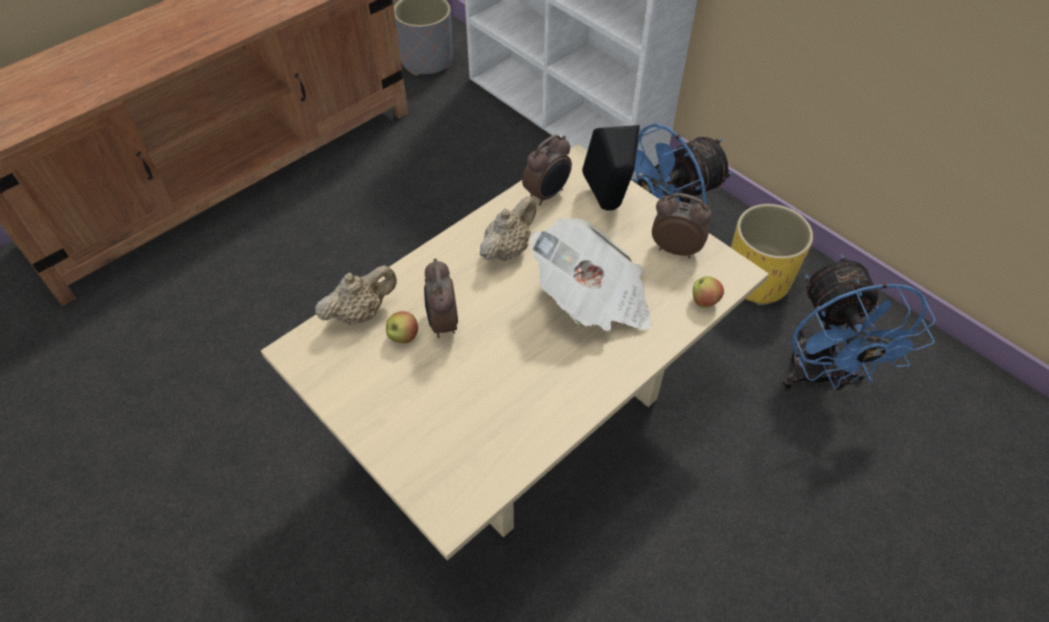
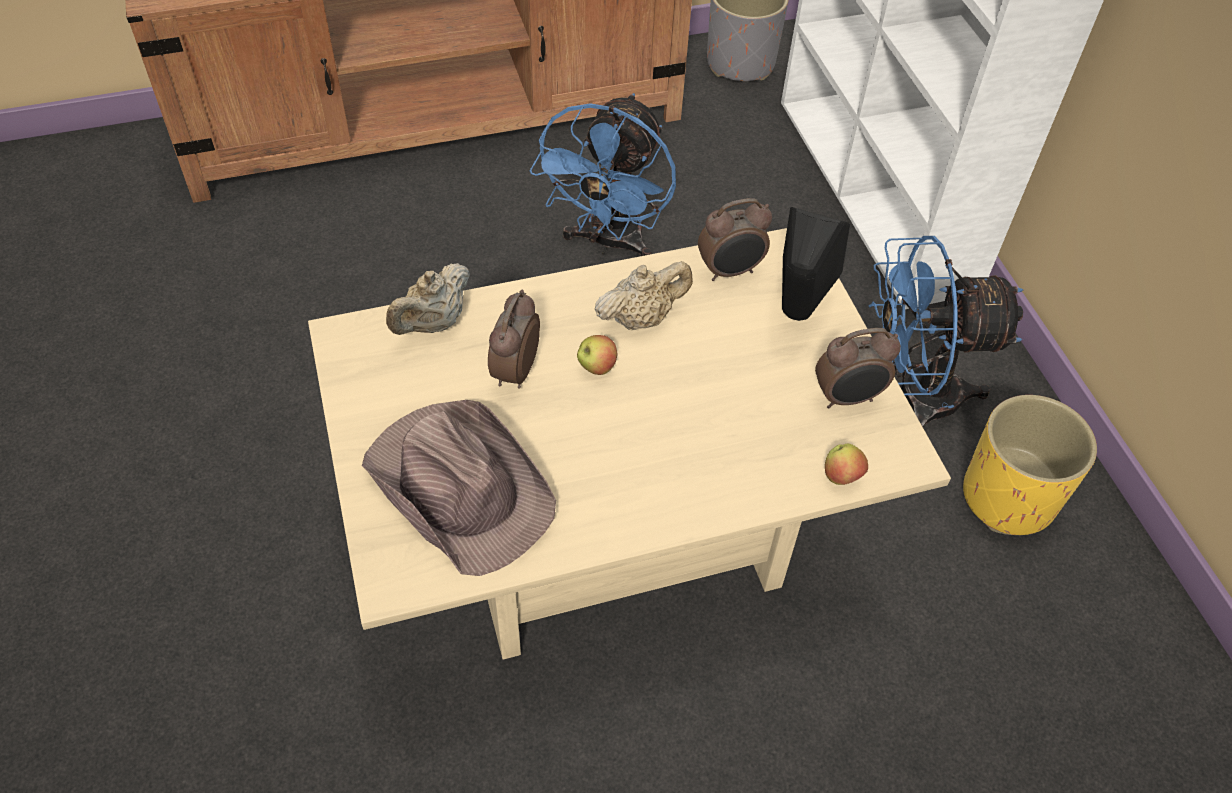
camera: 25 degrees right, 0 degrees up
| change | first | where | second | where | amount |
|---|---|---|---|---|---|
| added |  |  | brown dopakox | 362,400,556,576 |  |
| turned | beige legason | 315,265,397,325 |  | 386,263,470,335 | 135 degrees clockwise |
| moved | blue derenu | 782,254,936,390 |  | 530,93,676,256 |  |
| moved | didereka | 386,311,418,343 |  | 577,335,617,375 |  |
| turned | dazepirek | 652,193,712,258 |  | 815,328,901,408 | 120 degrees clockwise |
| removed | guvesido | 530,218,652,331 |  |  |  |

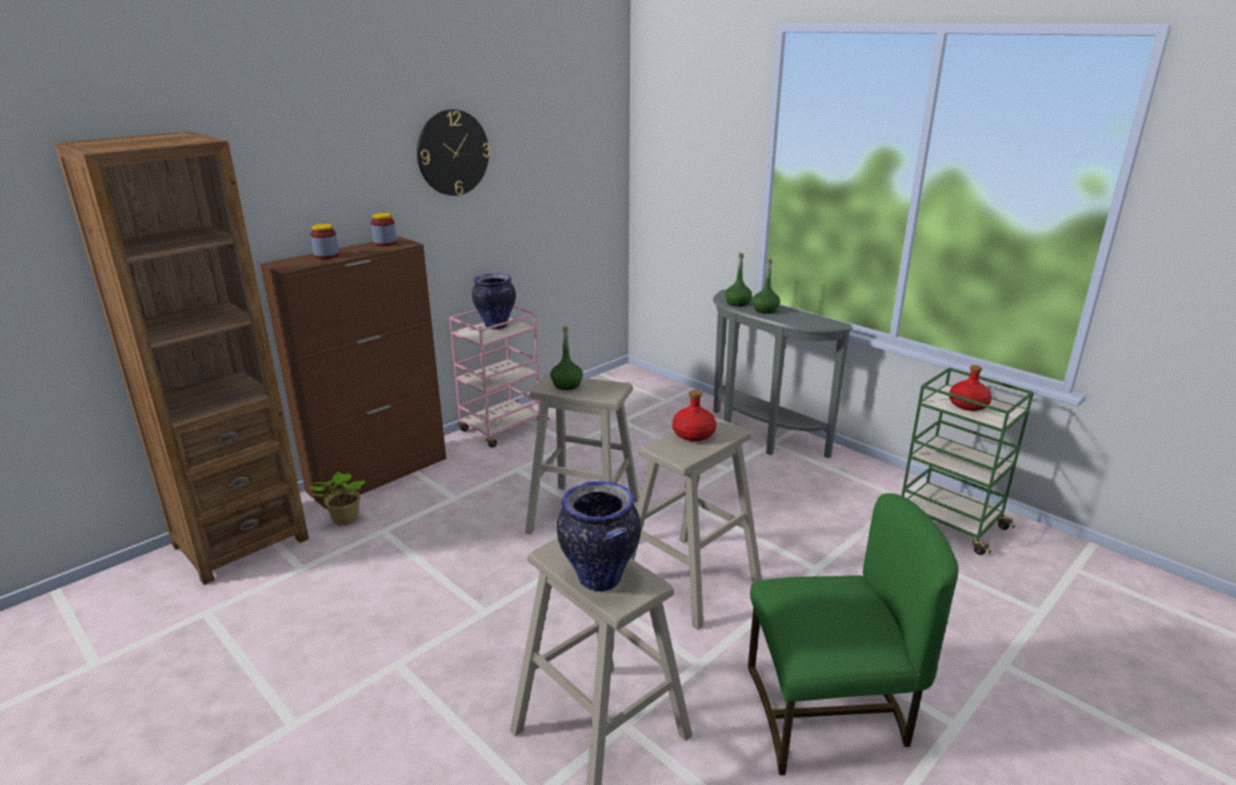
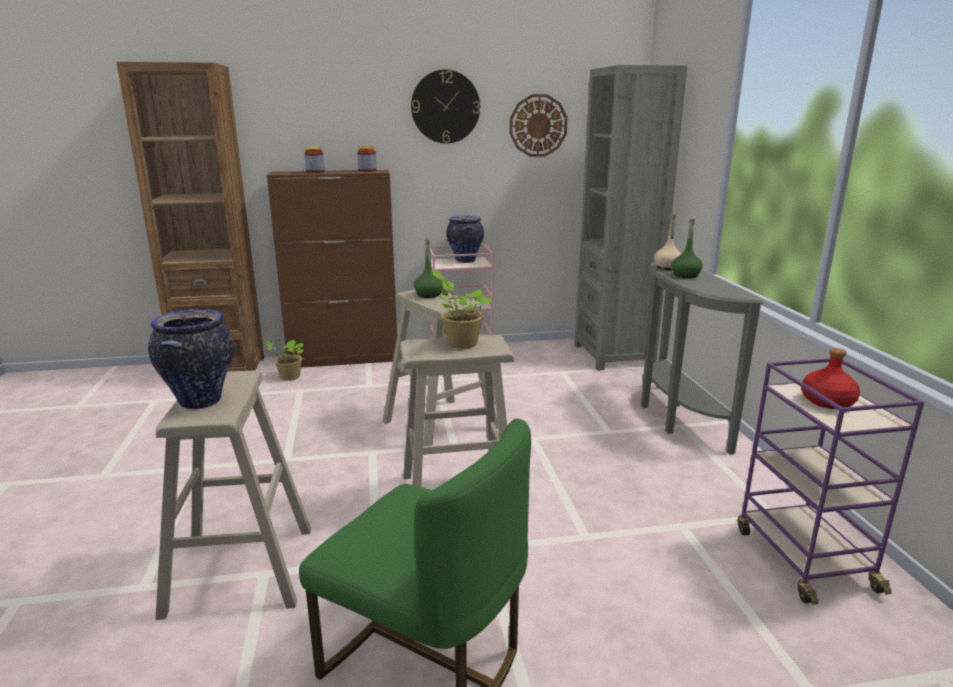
camera: 35 degrees right, 5 degrees down
| change | first | where | second | where | amount |
|---|---|---|---|---|---|
| replaced | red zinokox | 672,390,716,441 | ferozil | 431,270,494,349 |  |
| added |  |  | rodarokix | 510,94,568,157 |  |
| added |  |  | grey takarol | 575,65,687,370 |  |
| recoloured | green zinokox | 725,253,752,307 | beige zinokox | 654,213,682,270 |  |
| recoloured | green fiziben | 901,367,1034,555 | purple fiziben | 738,358,924,605 |  |

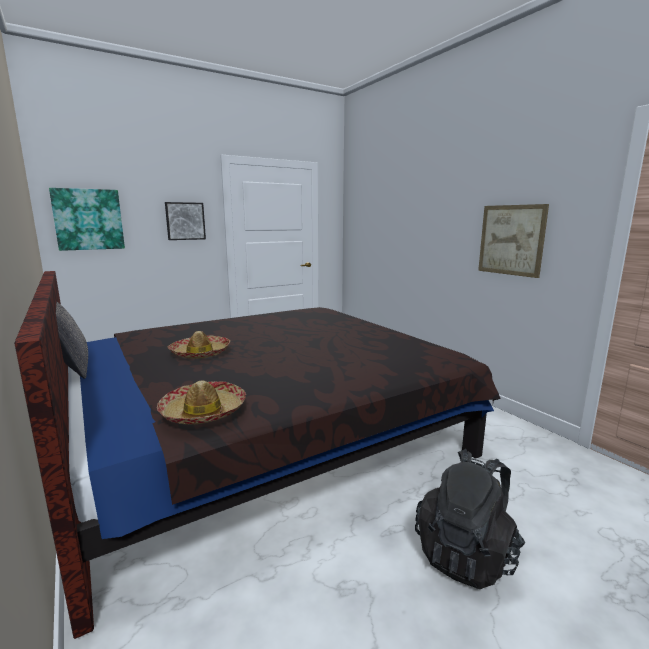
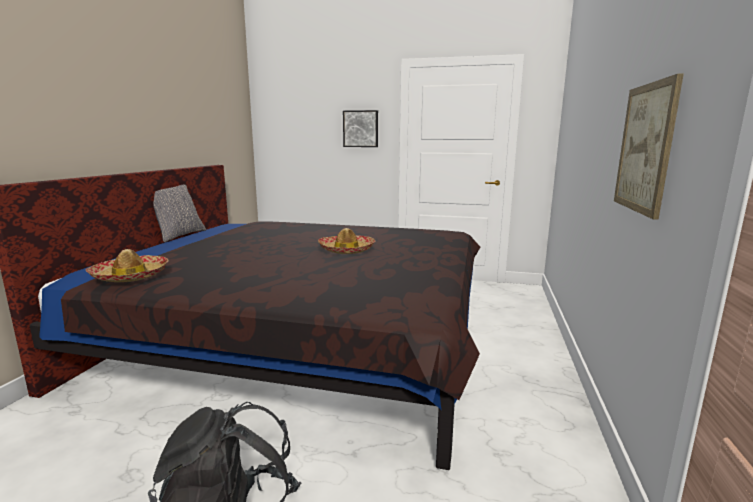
camera: 45 degrees right, 0 degrees up
| change | first | where | second | where | amount |
|---|---|---|---|---|---|
| moved | dopakox | 168,331,230,359 |  | 318,228,376,254 |  |
| removed | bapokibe | 49,188,125,251 |  |  |  |

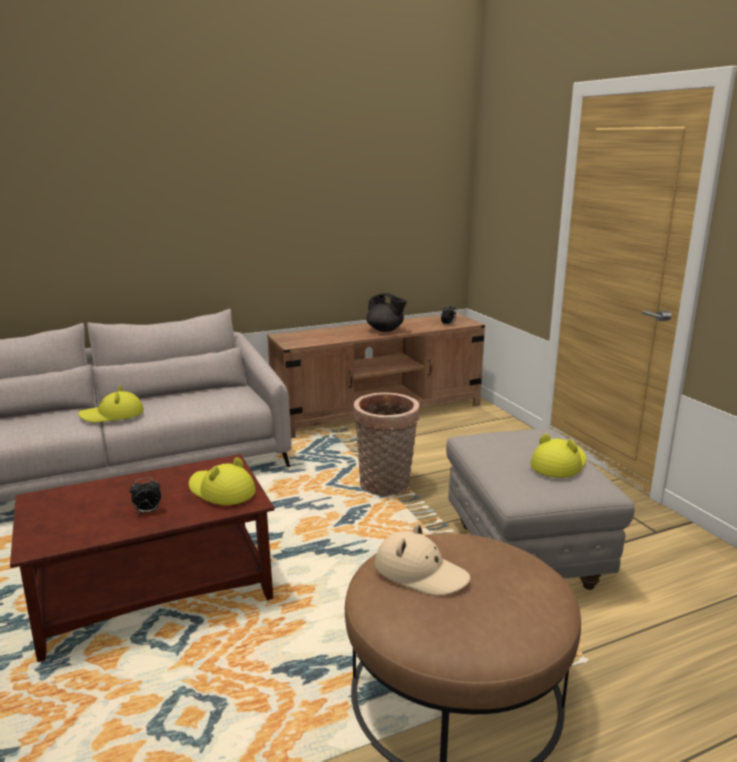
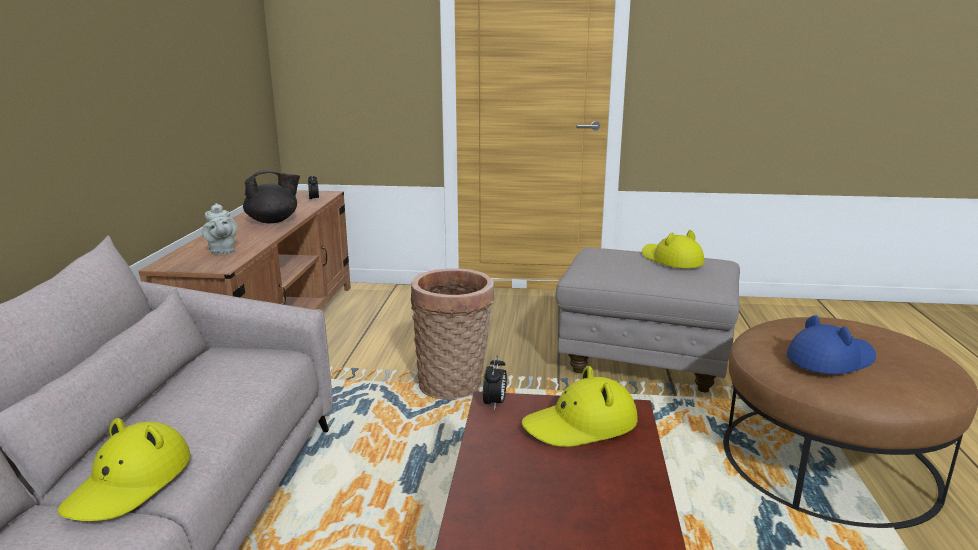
camera: 60 degrees left, 0 degrees up
| change | first | where | second | where | amount |
|---|---|---|---|---|---|
| added |  |  | grey legason | 202,203,237,254 |  |
| moved | dazepirek | 130,478,161,514 |  | 483,356,507,410 |  |
| recoloured | beige dopakox | 375,523,471,596 | blue dopakox | 787,315,876,374 |  |

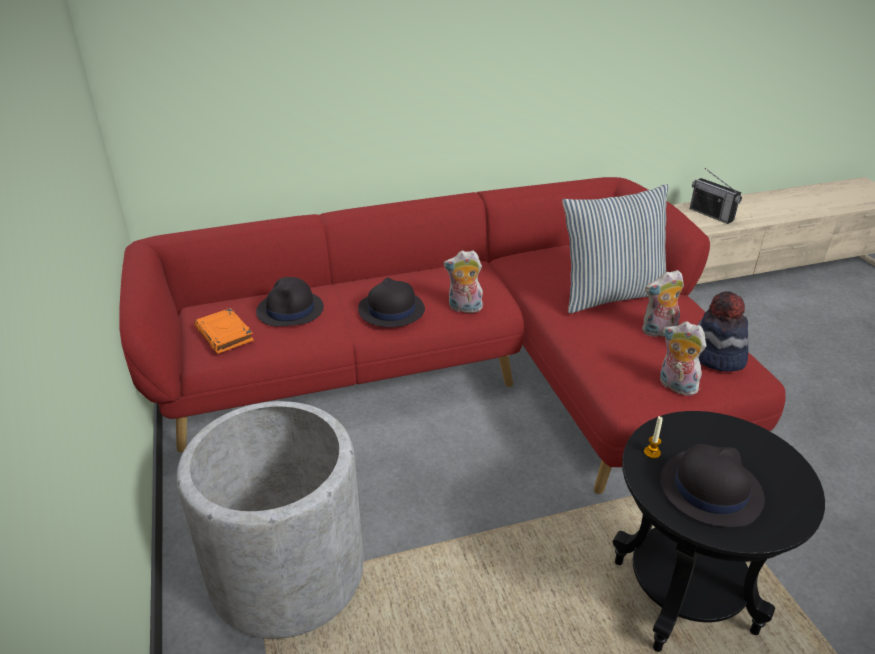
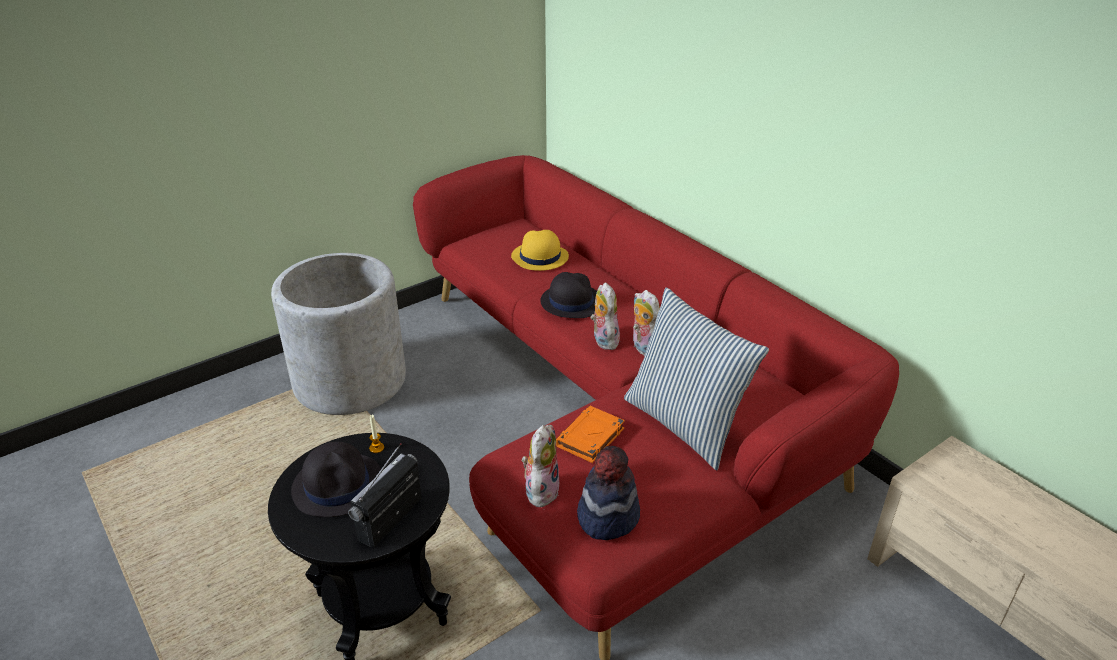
camera: 70 degrees right, 0 degrees up
| change | first | where | second | where | amount |
|---|---|---|---|---|---|
| moved | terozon | 690,168,742,224 |  | 348,443,422,547 |  |
| recoloured | black dopakox | 256,277,324,326 | yellow dopakox | 511,230,569,271 |  |
| moved | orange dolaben | 194,308,254,354 |  | 556,406,625,463 |  |
| moved | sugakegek | 642,270,684,337 |  | 633,290,660,356 |  |

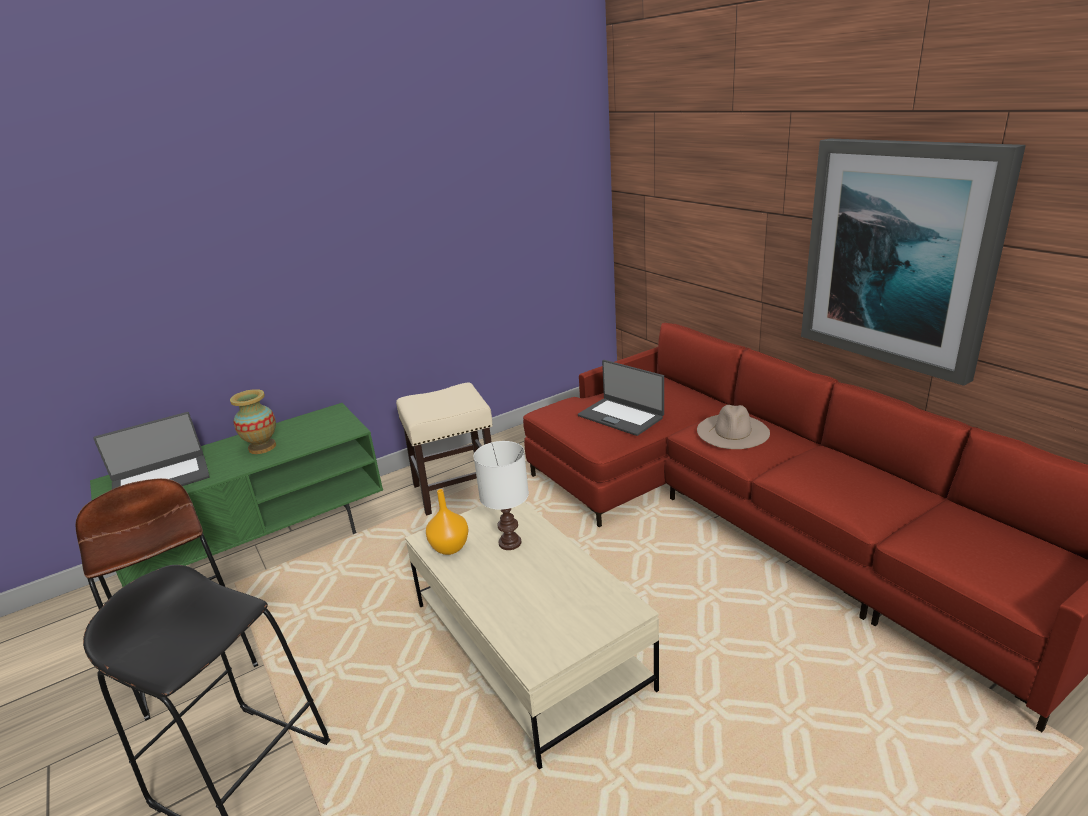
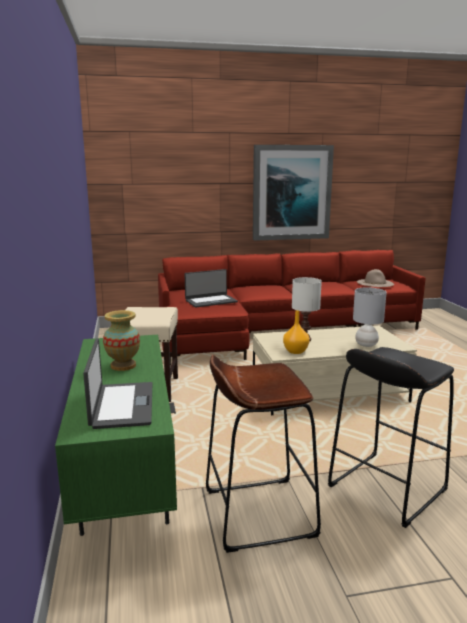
camera: 70 degrees left, 10 degrees down
| change | first | where | second | where | amount |
|---|---|---|---|---|---|
| added |  |  | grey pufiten | 353,287,387,347 |  |
| moved | beige dopakox | 697,405,770,449 |  | 357,269,394,287 |  |

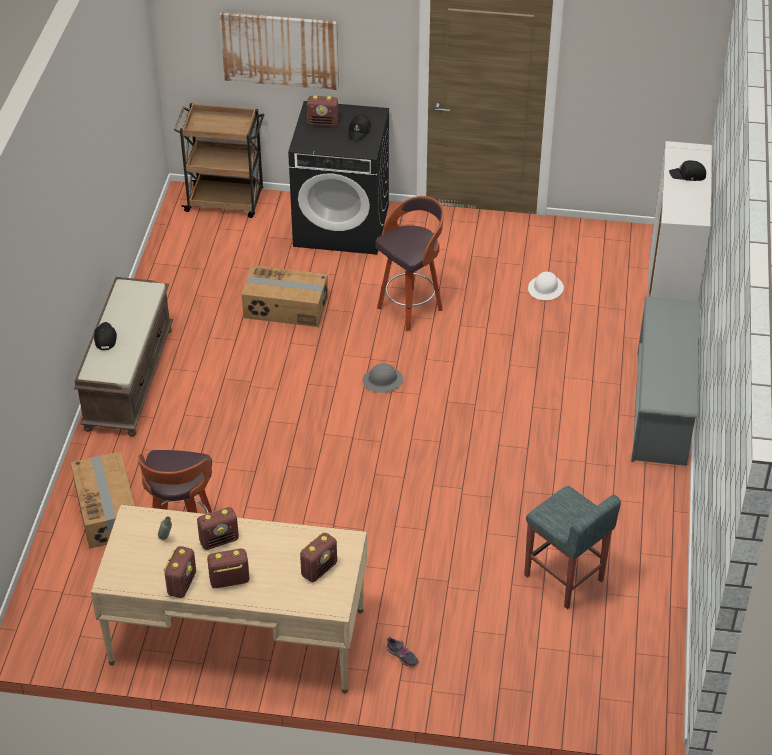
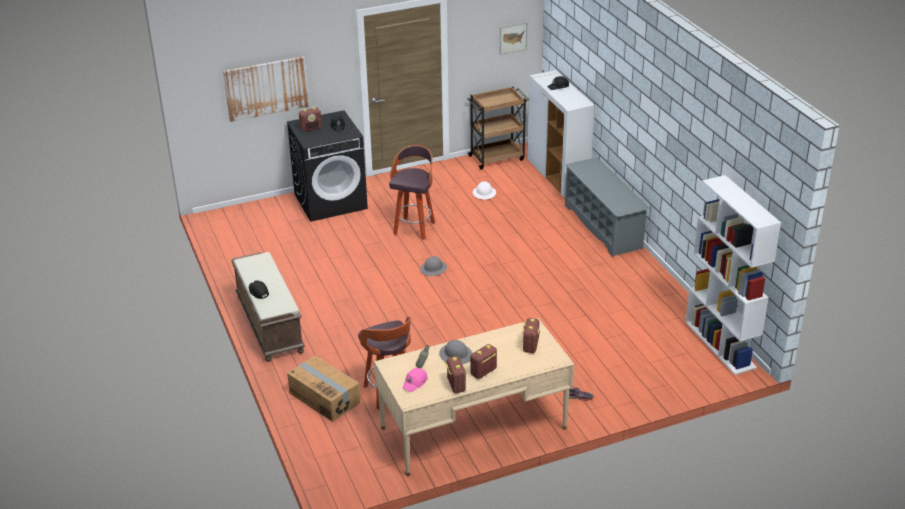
camera: 30 degrees left, 10 degrees down
| change | first | where | second | where | amount |
|---|---|---|---|---|---|
| added |  |  | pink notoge | 403,368,428,392 |  |
| replaced | terozon | 197,507,239,550 | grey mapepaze | 439,340,472,364 |  |
| moved | brown fiziben | 174,103,265,218 |  | 467,87,529,170 |  |
| added |  |  | bapokibe | 500,22,527,55 |  |
| added |  |  | white takarol | 685,175,781,375 |  |
| removed | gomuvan | 241,265,328,327 |  |  |  |
| removed | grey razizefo | 524,486,621,609 |  |  |  |

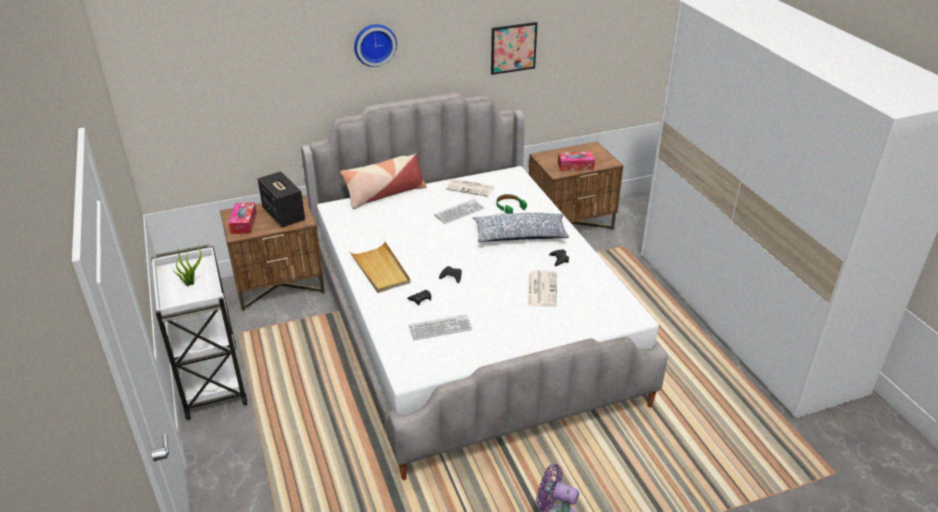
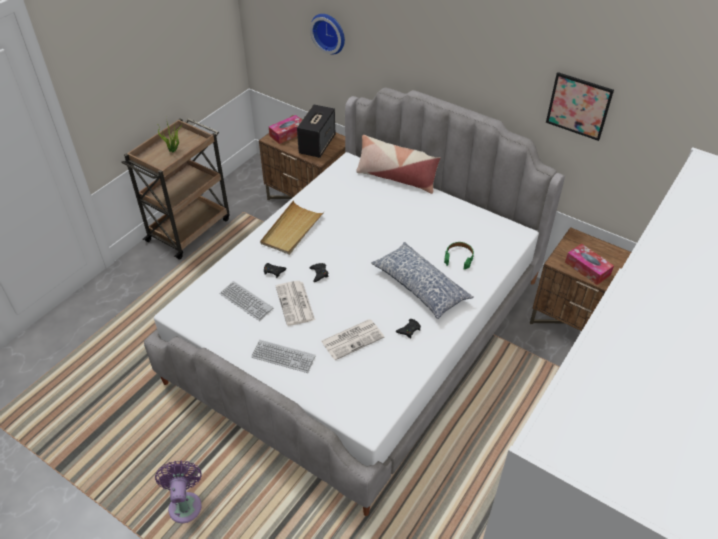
camera: 55 degrees right, 10 degrees up
| change | first | where | second | where | amount |
|---|---|---|---|---|---|
| recoloured | white fiziben | 151,244,248,420 | brown fiziben | 122,118,230,259 |  |
| moved | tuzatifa | 434,199,484,224 |  | 251,340,316,373 |  |
| moved | guvesido | 445,179,495,197 |  | 276,281,315,326 |  |
| moved | rodarokix | 354,24,397,67 |  | 310,14,345,54 |  |

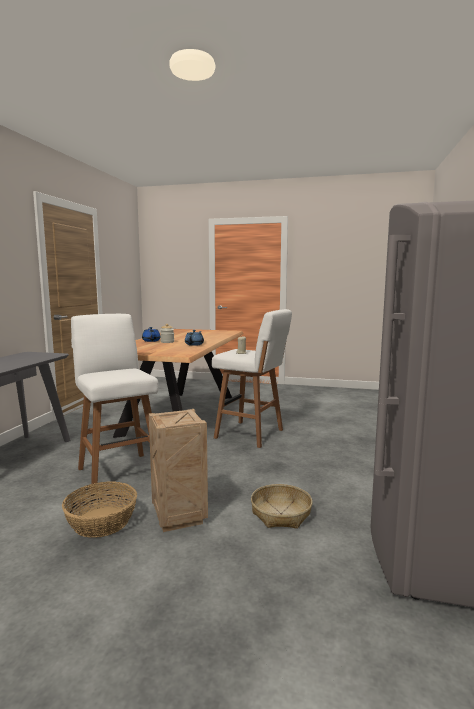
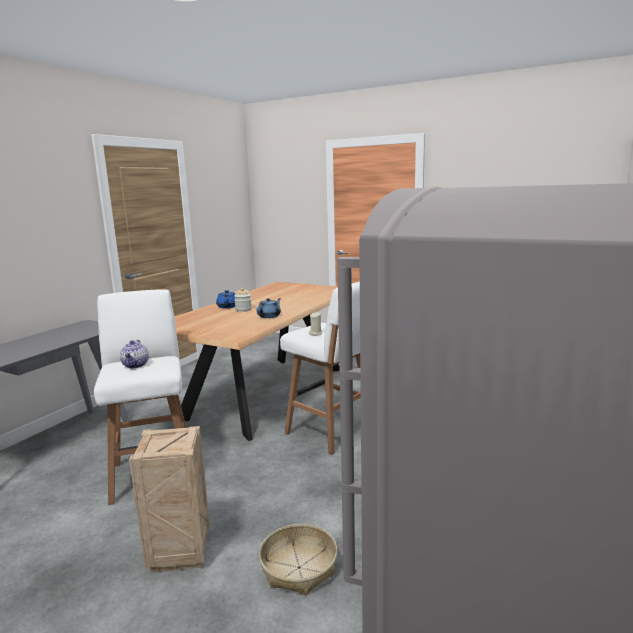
camera: 15 degrees right, 5 degrees up
| change | first | where | second | where | amount |
|---|---|---|---|---|---|
| added |  |  | legason | 120,340,149,368 |  |
| removed | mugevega | 62,481,137,538 |  |  |  |

